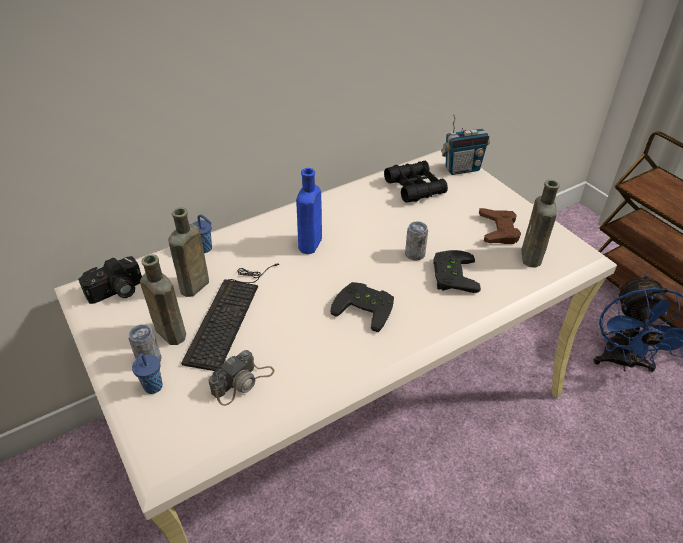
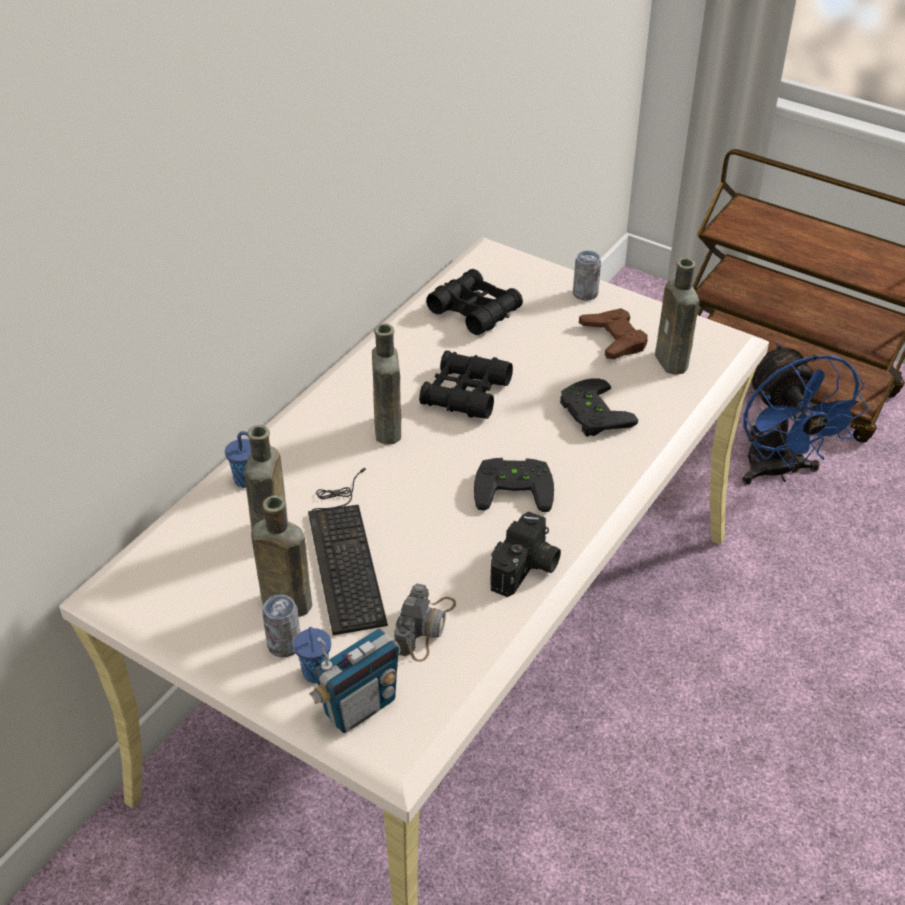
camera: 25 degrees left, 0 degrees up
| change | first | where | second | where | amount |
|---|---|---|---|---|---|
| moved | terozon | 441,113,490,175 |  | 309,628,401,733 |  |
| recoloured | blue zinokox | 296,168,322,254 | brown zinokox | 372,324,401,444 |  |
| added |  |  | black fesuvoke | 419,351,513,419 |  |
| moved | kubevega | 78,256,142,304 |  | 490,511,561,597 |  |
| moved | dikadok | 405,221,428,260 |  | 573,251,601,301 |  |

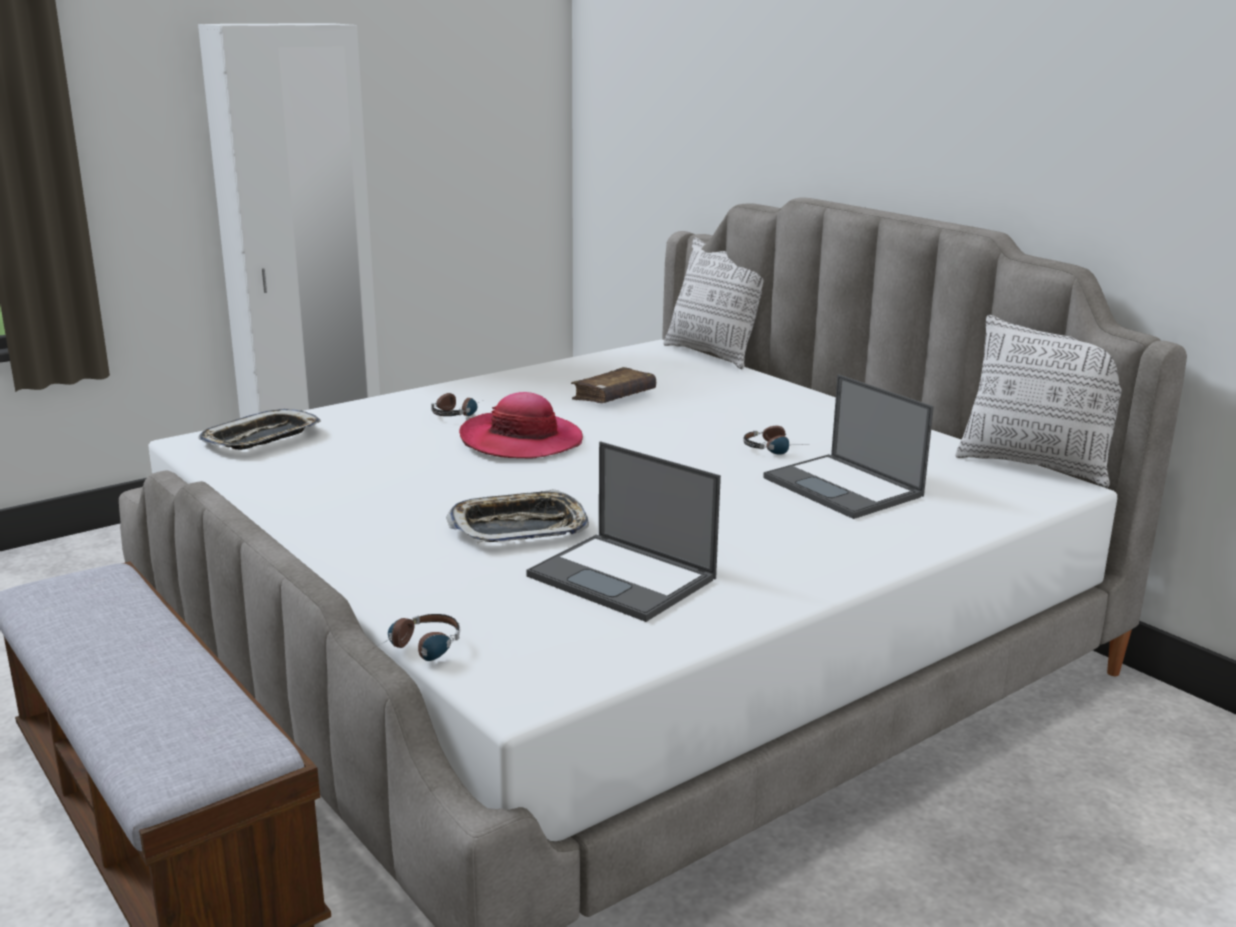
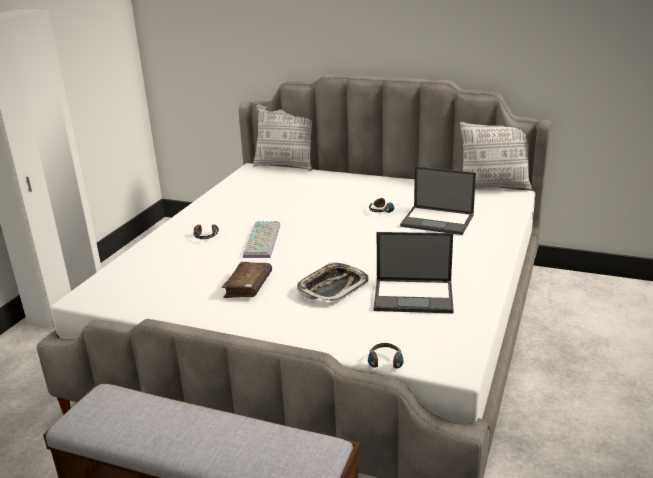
camera: 30 degrees left, 5 degrees up
| change | first | where | second | where | amount |
|---|---|---|---|---|---|
| moved | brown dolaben | 571,367,656,403 |  | 222,262,272,298 |  |
| replaced | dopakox | 459,392,583,458 | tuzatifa | 243,221,280,258 |  |
| removed | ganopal | 198,409,321,450 |  |  |  |

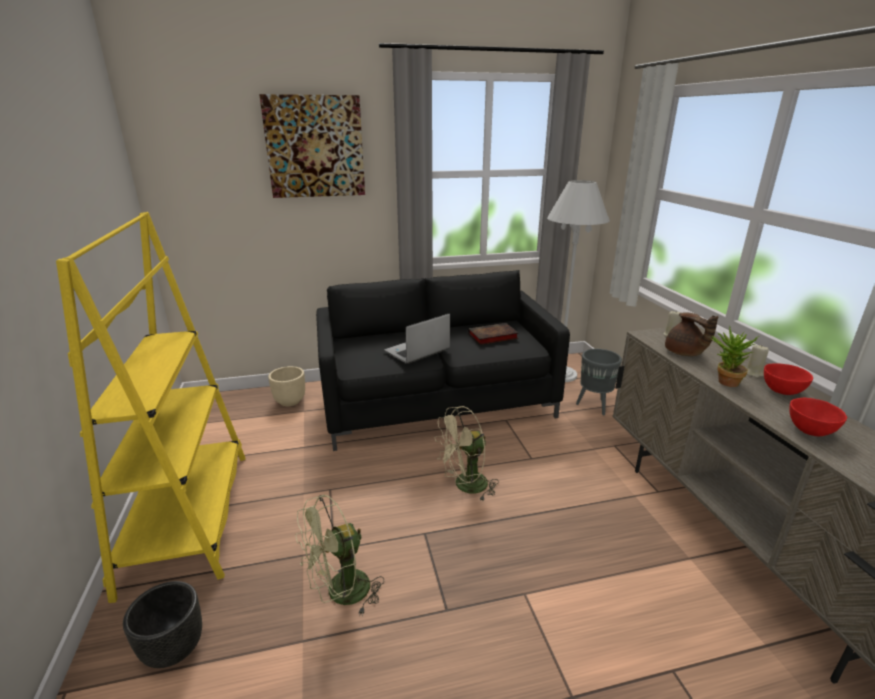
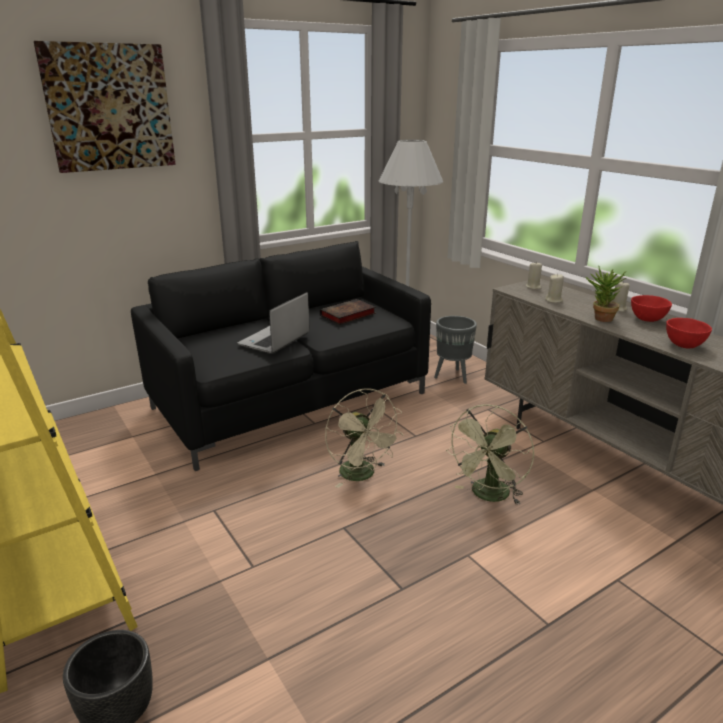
camera: 20 degrees left, 0 degrees up
| change | first | where | second | where | amount |
|---|---|---|---|---|---|
| turned | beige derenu | 435,406,499,502 |  | 325,389,403,488 | 75 degrees counterclockwise |
| moved | green derenu | 295,494,384,616 |  | 446,404,534,505 |  |
| replaced | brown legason | 665,312,718,356 | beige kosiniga | 545,274,564,303 |  |
| removed | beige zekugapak | 268,366,305,406 |  |  |  |

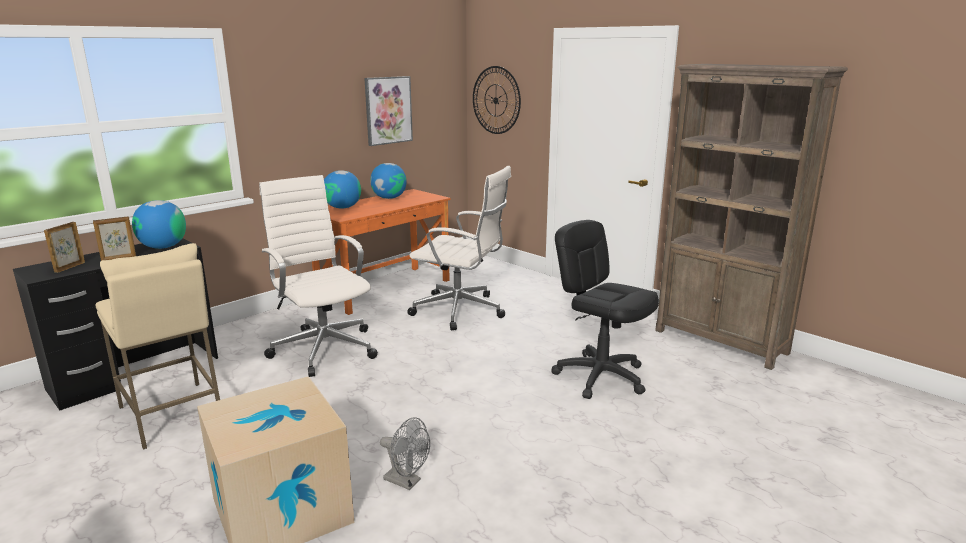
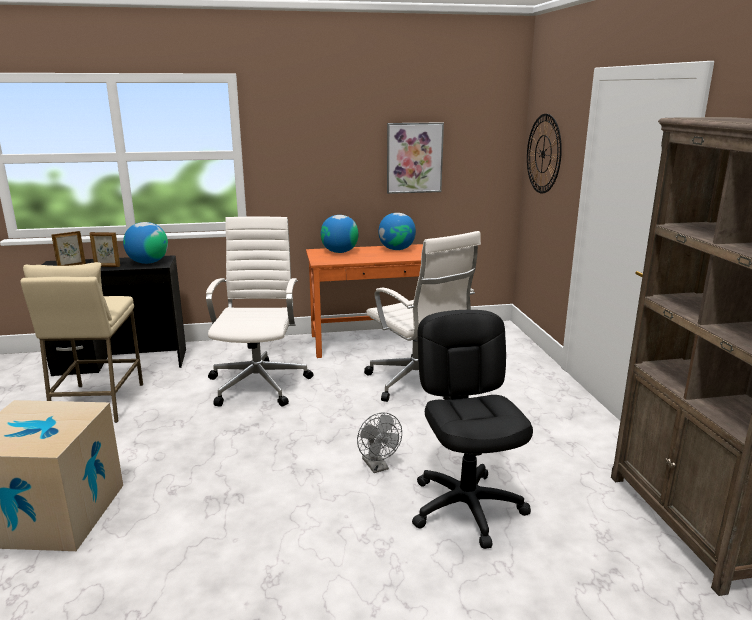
camera: 35 degrees right, 0 degrees up
| change | first | where | second | where | amount |
|---|---|---|---|---|---|
| moved | grey derenu | 380,417,430,490 |  | 357,412,402,473 |  |

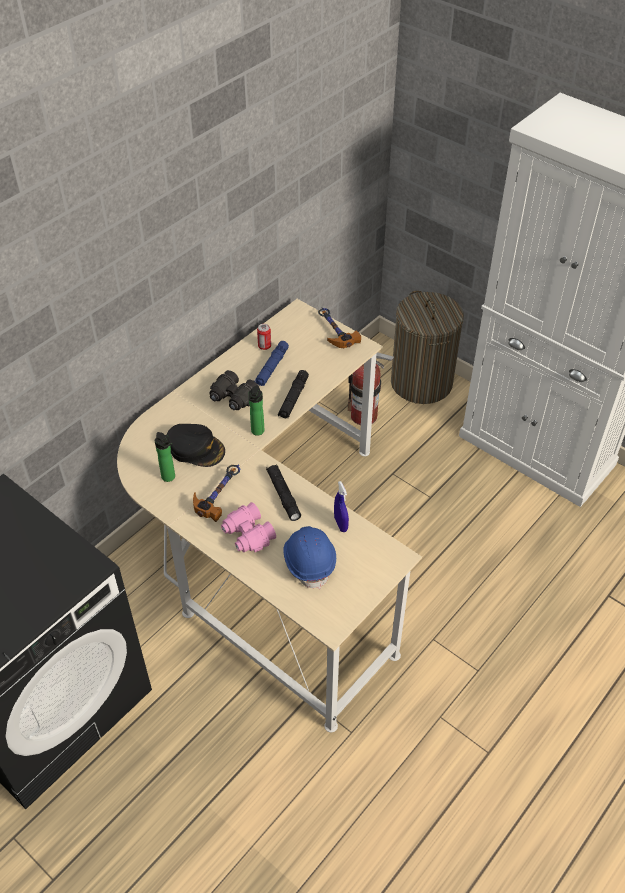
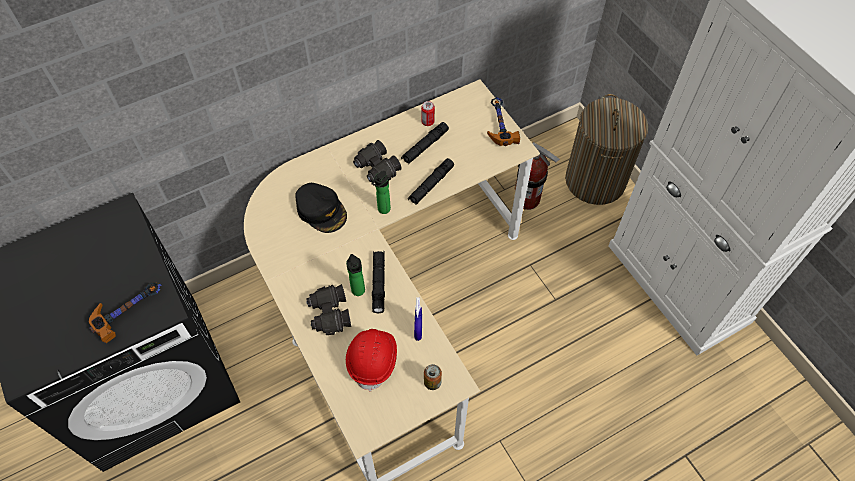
camera: 20 degrees right, 10 degrees up
| change | first | where | second | where | amount |
|---|---|---|---|---|---|
| moved | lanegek | 193,464,241,522 |  | 89,282,161,343 |  |
| recoloured | pink fesuvoke | 221,502,276,552 | black fesuvoke | 306,284,351,335 |  |
| moved | zinokox | 155,432,175,482 |  | 346,254,365,296 |  |
| recoloured | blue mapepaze | 283,526,336,589 | red mapepaze | 346,329,397,392 |  |
| recoloured | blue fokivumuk | 255,341,289,386 | black fokivumuk | 401,122,449,164 |  |
| added |  |  | dikadok | 424,364,442,390 |  |

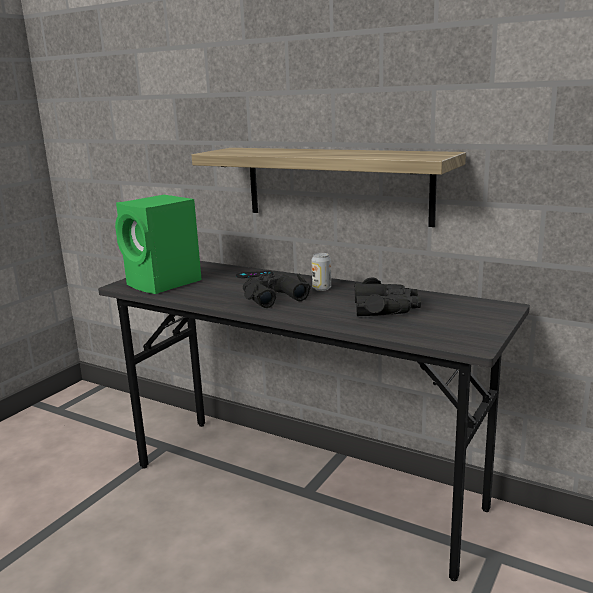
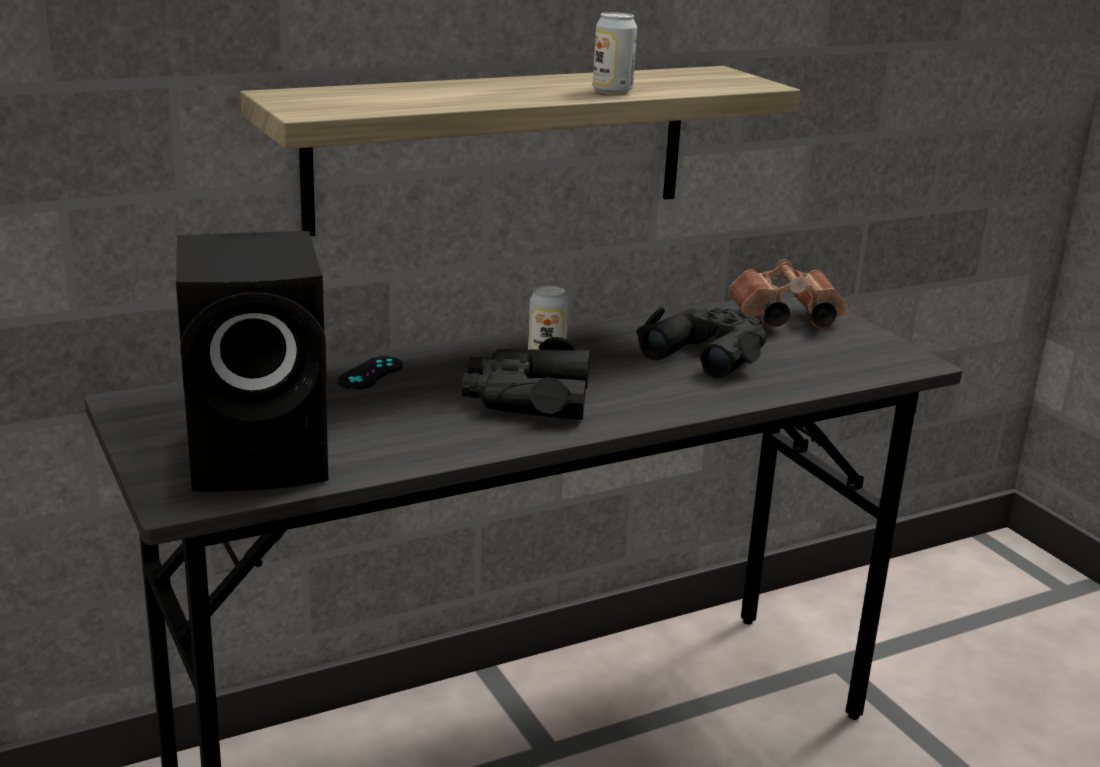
camera: 60 degrees left, 5 degrees up
| change | first | where | second | where | amount |
|---|---|---|---|---|---|
| recoloured | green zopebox | 115,195,202,294 | black zopebox | 176,231,328,492 |  |
| added |  |  | dikadok | 593,12,637,94 |  |
| added |  |  | brown fesuvoke | 729,259,847,328 |  |

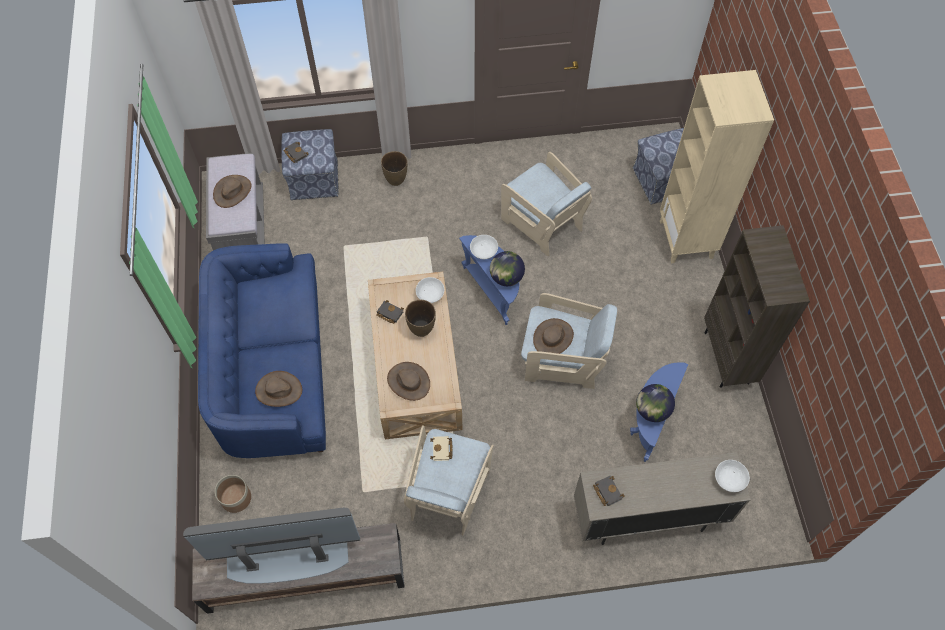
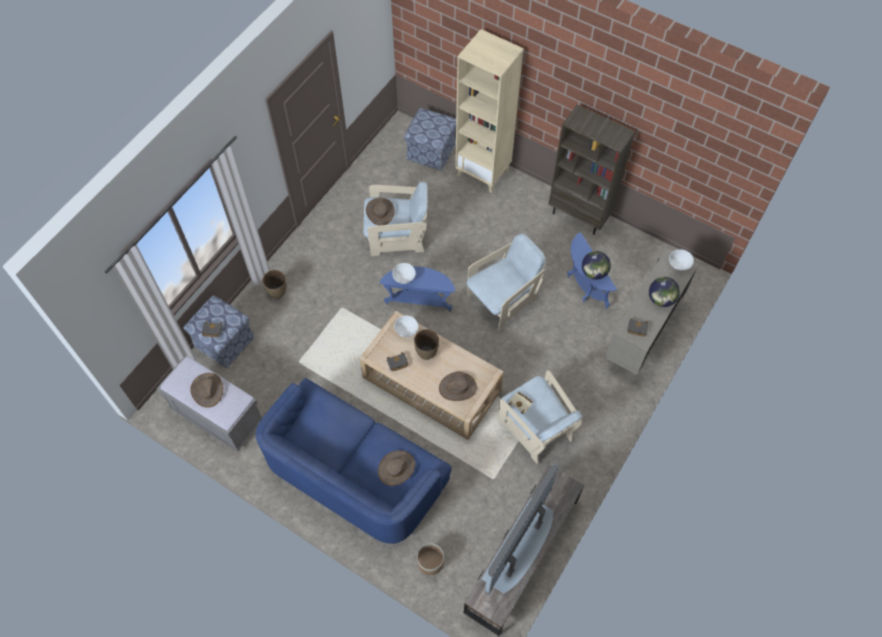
camera: 50 degrees left, 0 degrees up
| change | first | where | second | where | amount |
|---|---|---|---|---|---|
| moved | brown dopakox | 533,318,574,354 |  | 366,198,395,225 |  |
| moved | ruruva | 490,251,525,286 |  | 649,277,680,307 |  |

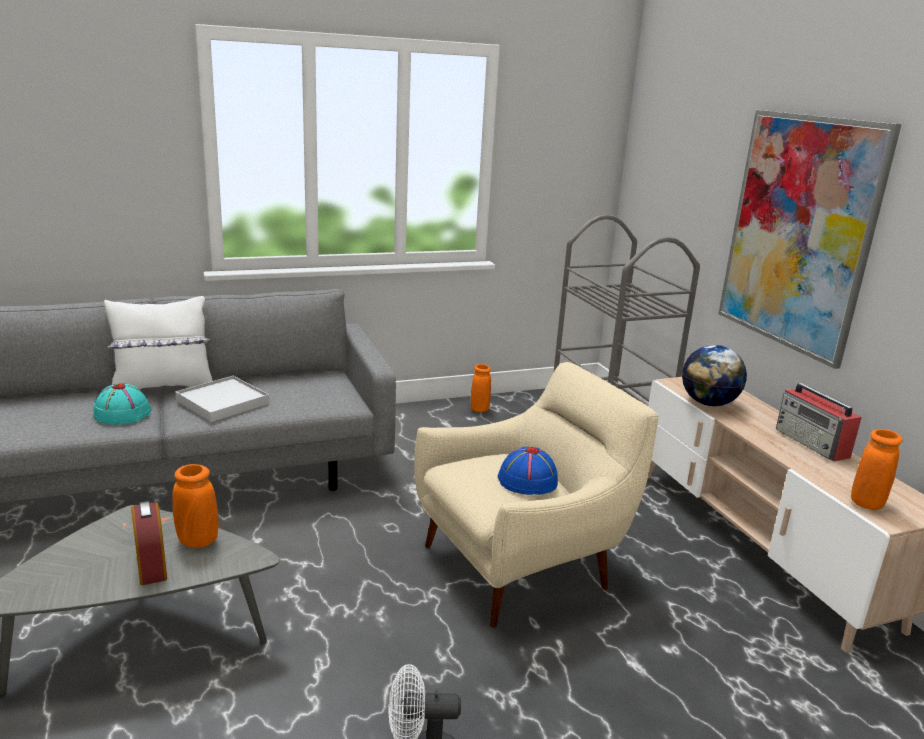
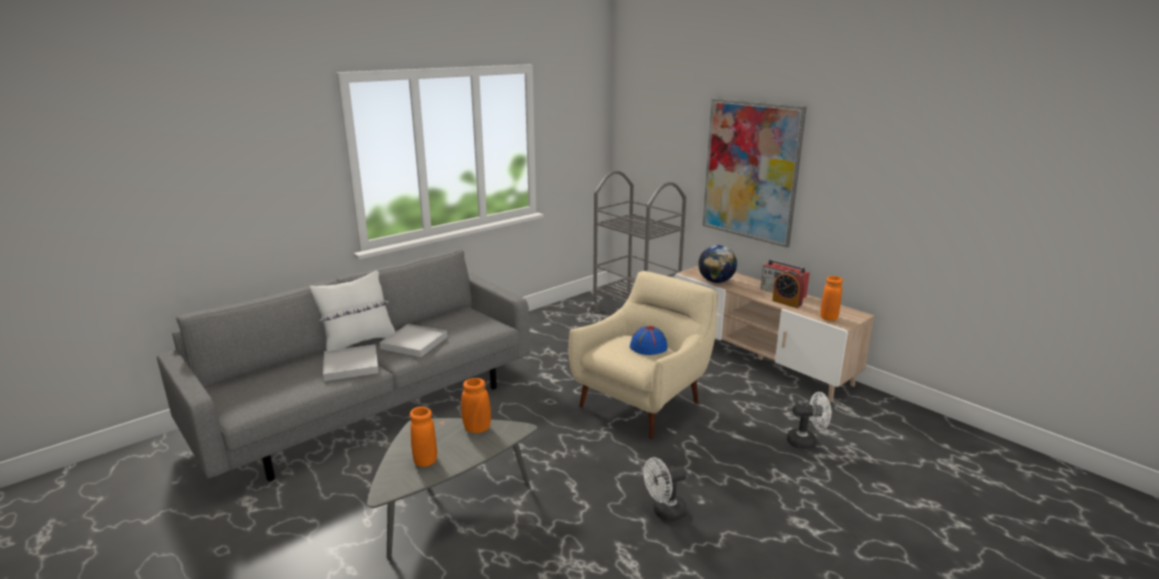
camera: 20 degrees left, 0 degrees up
| change | first | where | second | where | amount |
|---|---|---|---|---|---|
| replaced | turquoise dopakox | 93,383,152,425 | white ganopal | 323,344,379,381 |  |
| moved | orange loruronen | 471,364,491,412 |  | 410,407,437,467 |  |
| moved | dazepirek | 131,501,167,585 |  | 772,270,804,308 |  |
| added |  |  | white derenu | 787,392,831,449 |  |

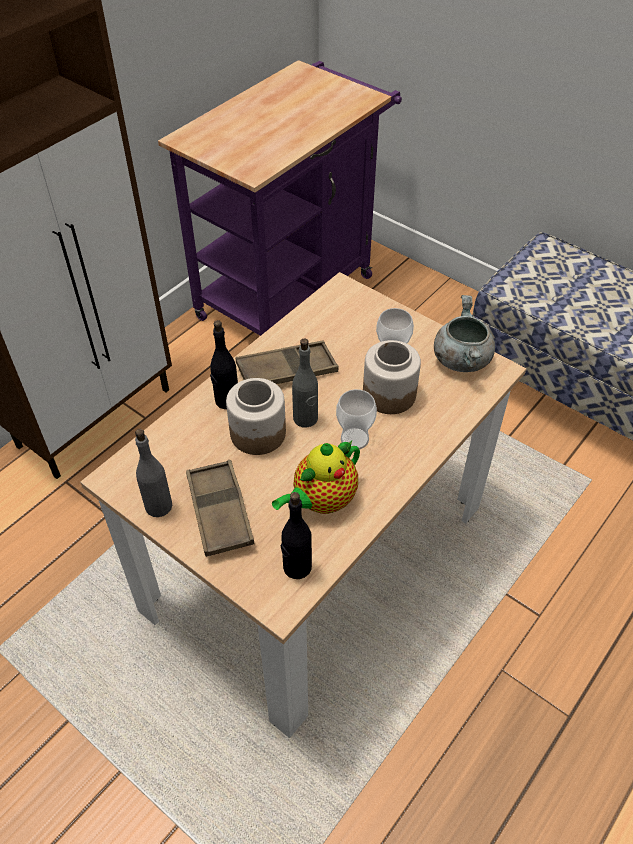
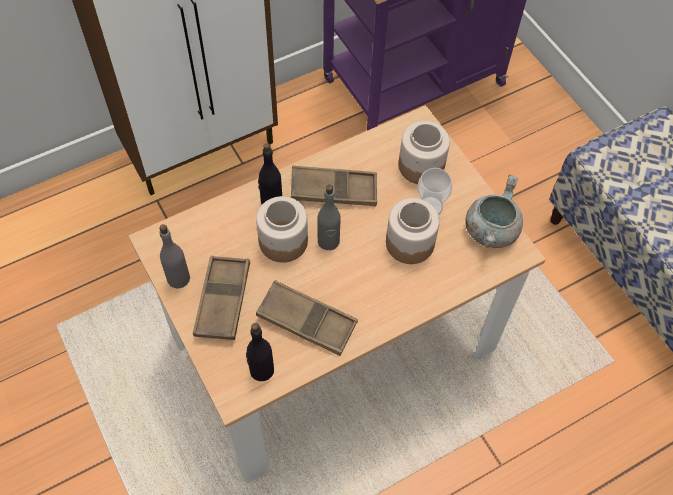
camera: 20 degrees right, 10 degrees up
| change | first | where | second | where | amount |
|---|---|---|---|---|---|
| replaced | legason | 272,441,360,514 | brown ganopal | 256,280,358,356 |  |
| added |  |  | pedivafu | 399,121,450,184 |  |
| removed | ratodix | 336,389,377,450 |  |  |  |

